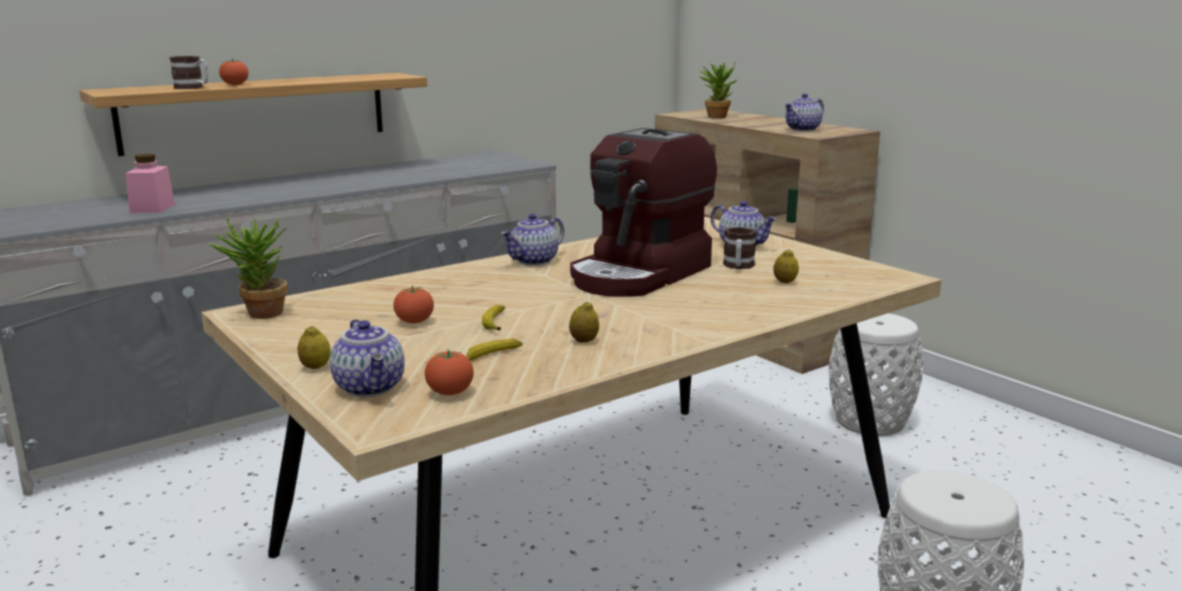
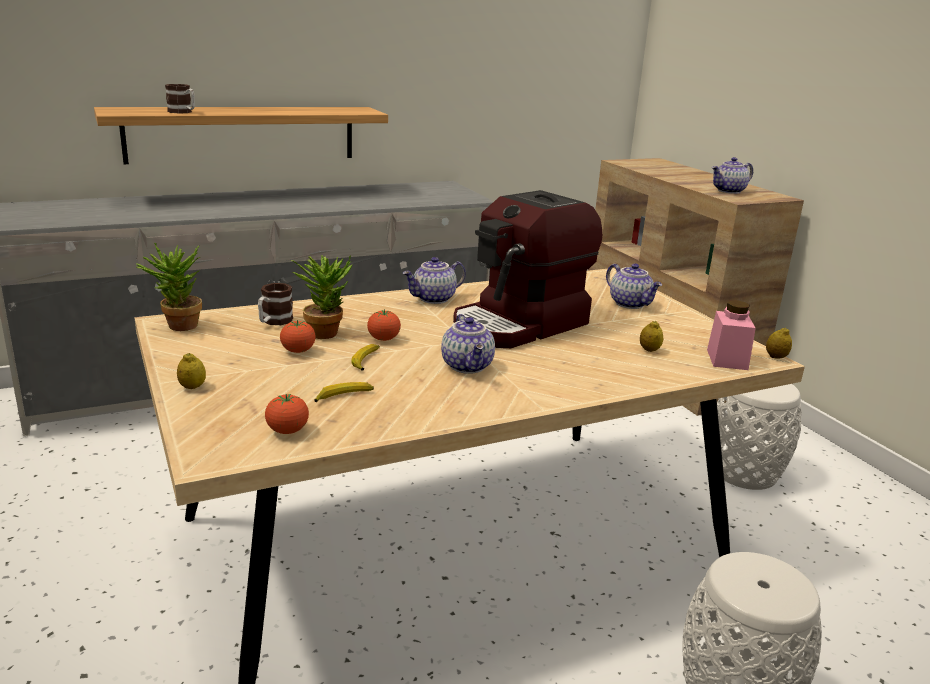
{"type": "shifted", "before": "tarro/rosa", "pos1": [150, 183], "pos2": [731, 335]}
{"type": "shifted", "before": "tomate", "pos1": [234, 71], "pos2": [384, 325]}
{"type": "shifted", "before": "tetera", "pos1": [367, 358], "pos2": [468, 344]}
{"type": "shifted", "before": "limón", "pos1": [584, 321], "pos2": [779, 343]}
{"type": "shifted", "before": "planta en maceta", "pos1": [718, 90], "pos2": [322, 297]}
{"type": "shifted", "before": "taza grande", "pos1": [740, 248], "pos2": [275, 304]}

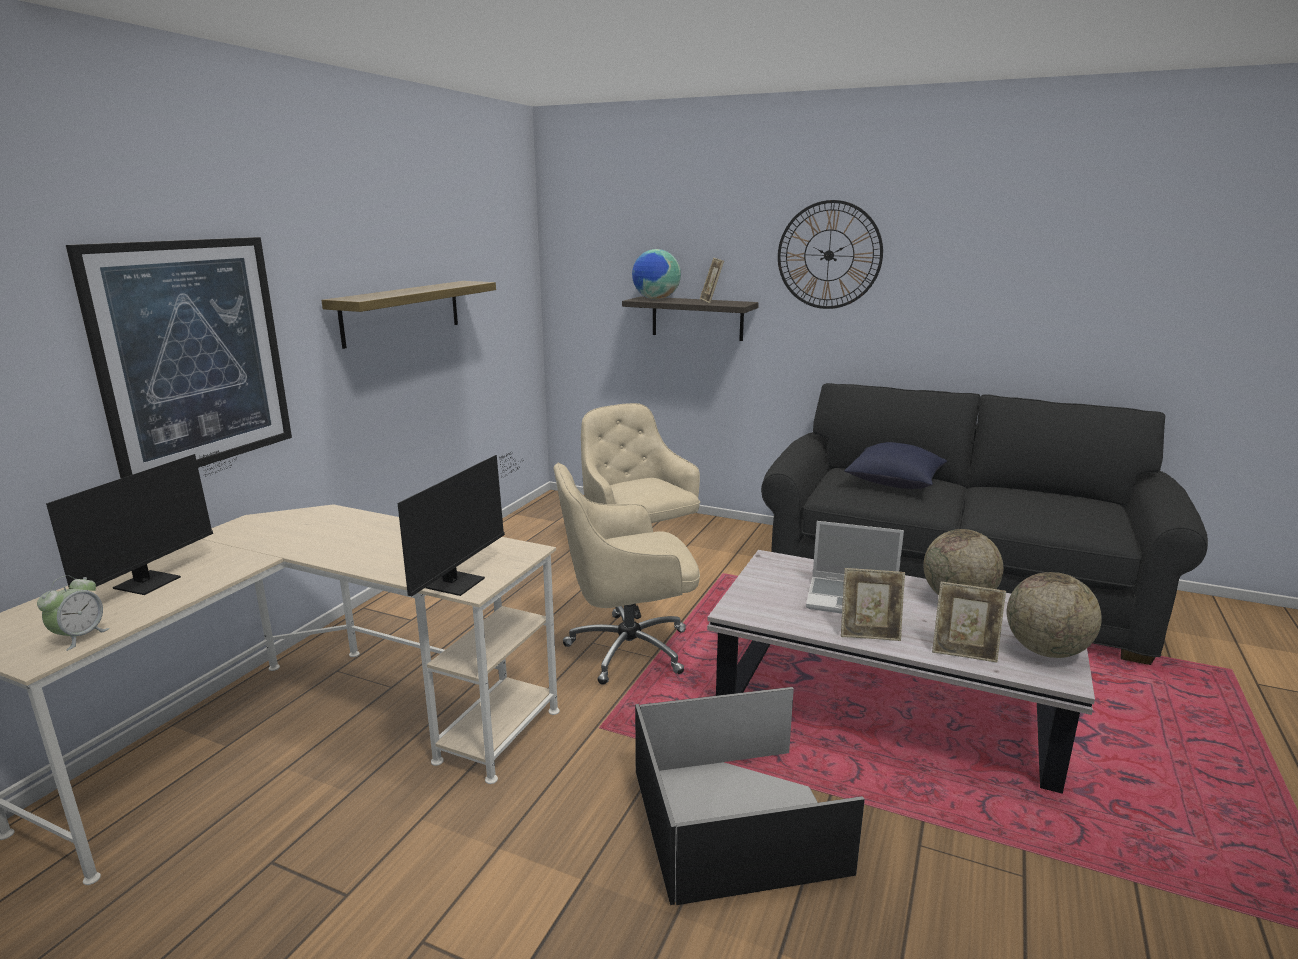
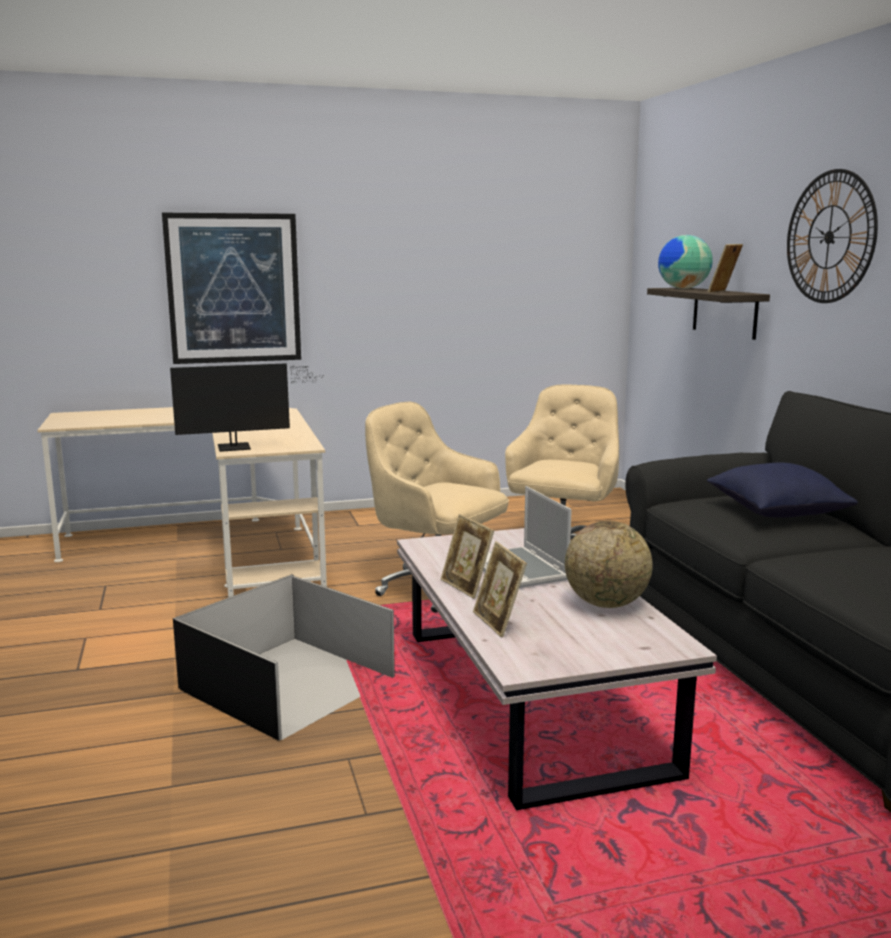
{"type": "gone", "before": "despertador", "pos1": [73, 613]}
{"type": "gone", "before": "monitor", "pos1": [141, 523]}
{"type": "gone", "before": "estante", "pos1": [408, 315]}
{"type": "gone", "before": "globo terráqueo", "pos1": [1054, 615]}

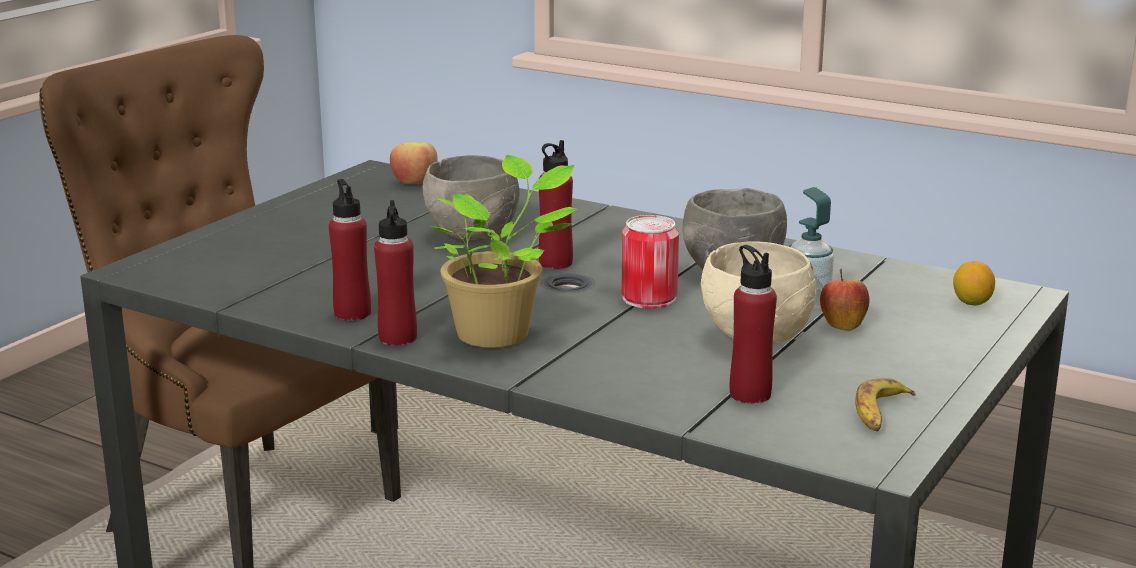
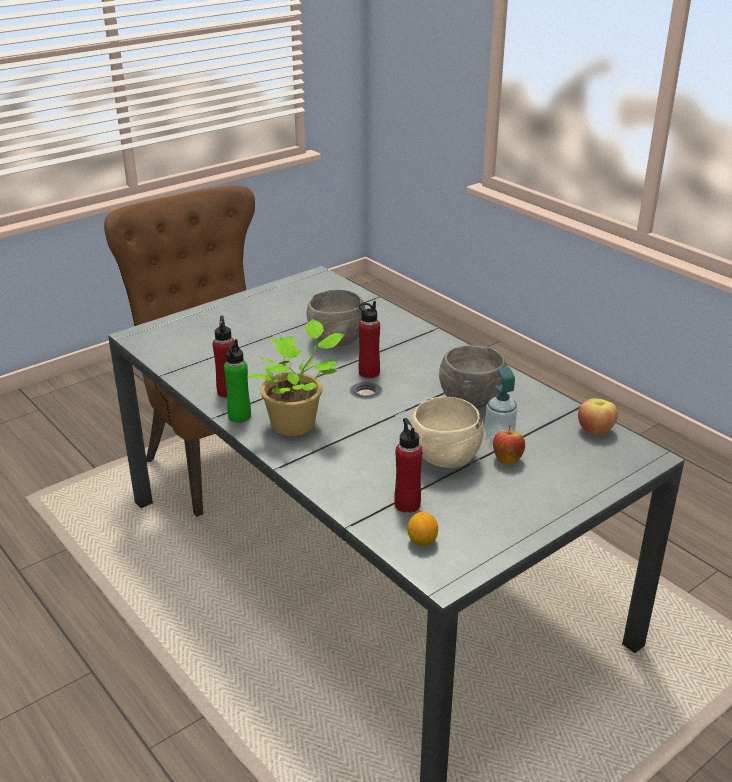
{"type": "gone", "before": "lata", "pos1": [650, 261]}
{"type": "gone", "before": "plátano", "pos1": [885, 405]}
{"type": "shifted", "before": "manzana", "pos1": [414, 163], "pos2": [598, 416]}
{"type": "shifted", "before": "limón", "pos1": [974, 283], "pos2": [422, 529]}
{"type": "repainted", "before": "botella/rojo", "after": "botella/verde", "pos1": [395, 273], "pos2": [237, 381]}

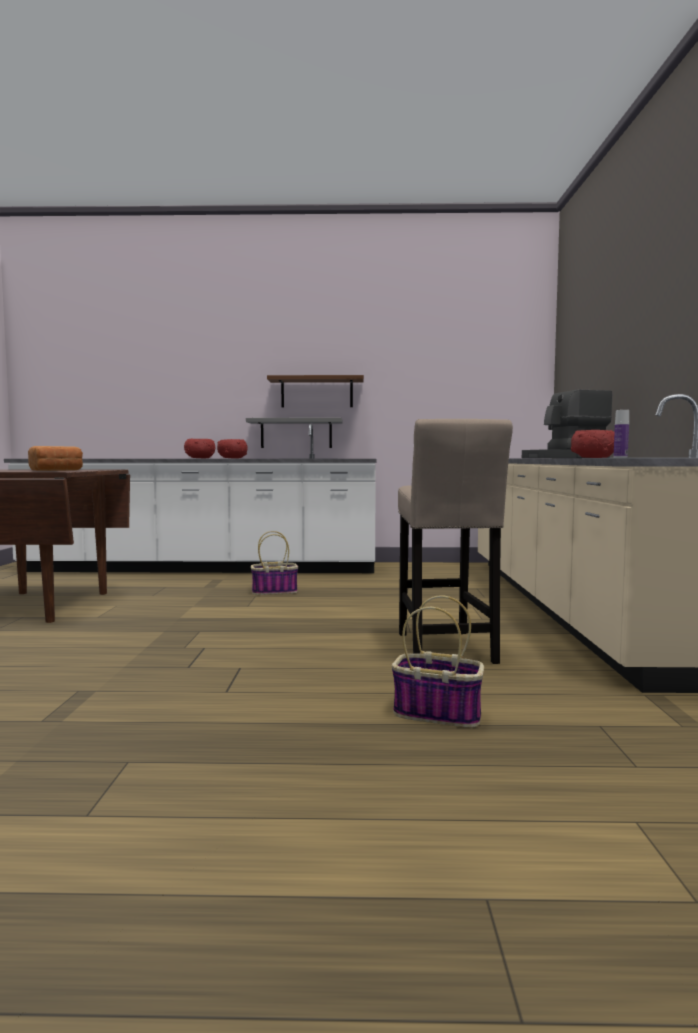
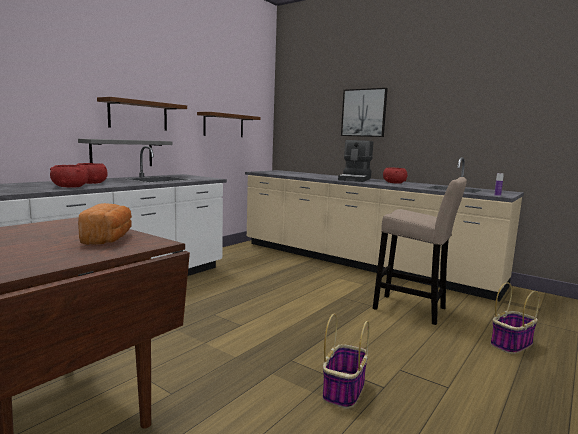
{"type": "new", "after": "estante/marrón", "pos2": [229, 124]}
{"type": "new", "after": "cuadro", "pos2": [364, 112]}
{"type": "shifted", "before": "cesta", "pos1": [274, 563], "pos2": [346, 361]}

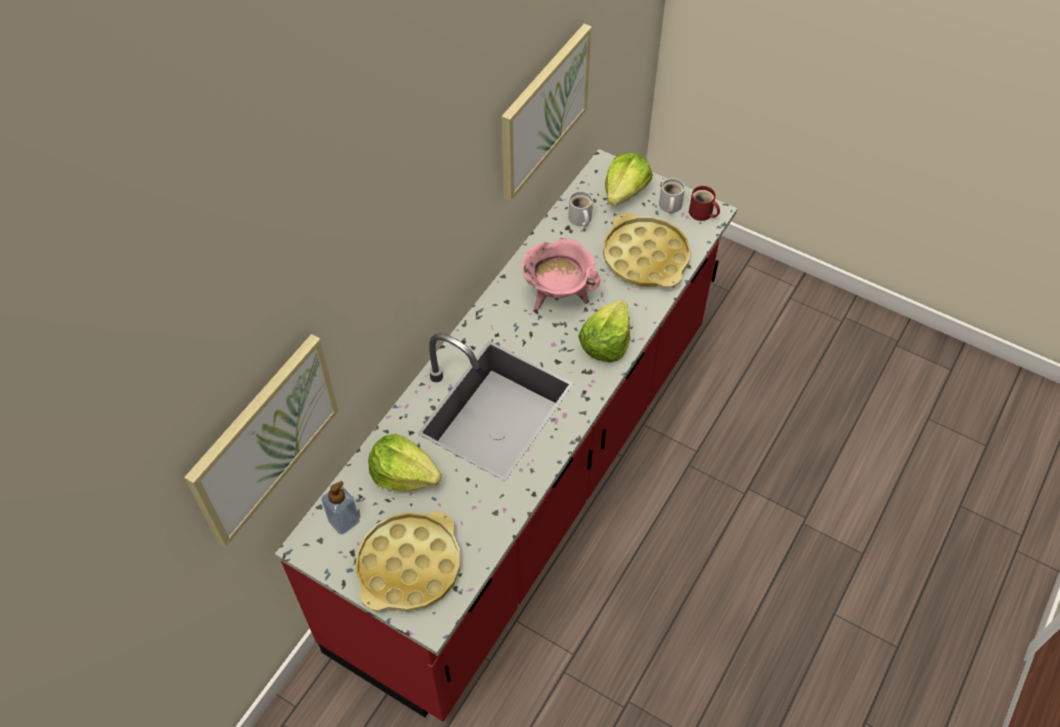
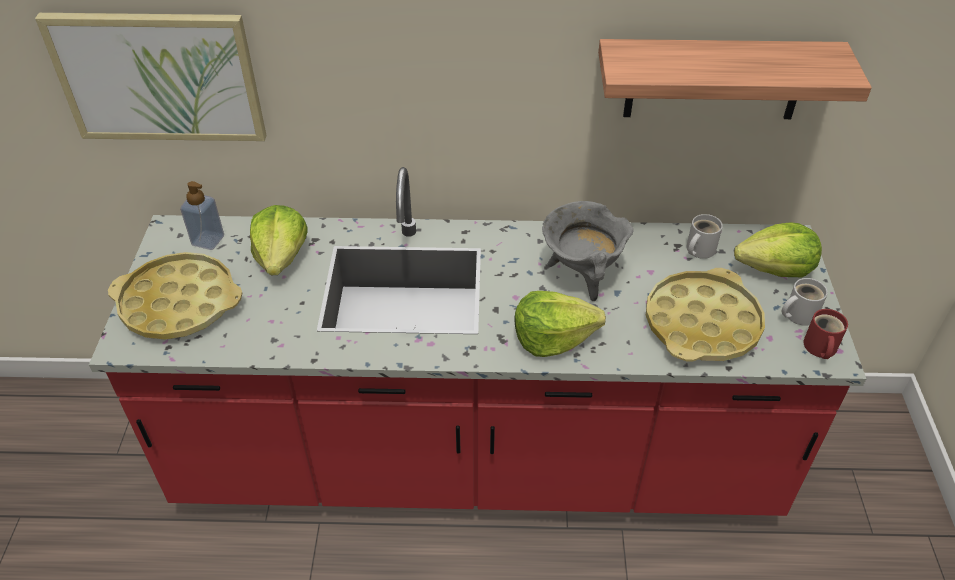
{"type": "swapped", "before": "cuadro", "after": "estante", "pos1": [546, 112], "pos2": [735, 79]}
{"type": "repainted", "before": "olla/rosa", "after": "olla/gris", "pos1": [561, 274], "pos2": [588, 251]}

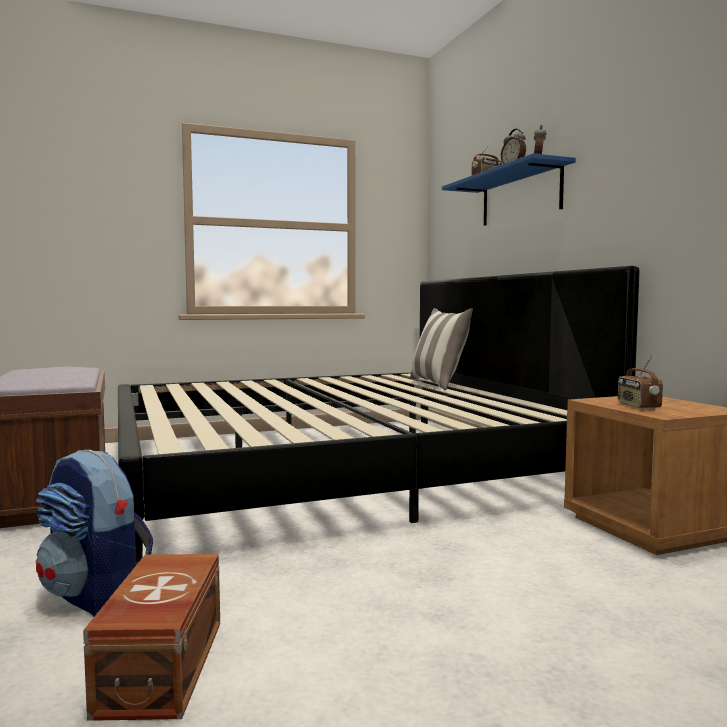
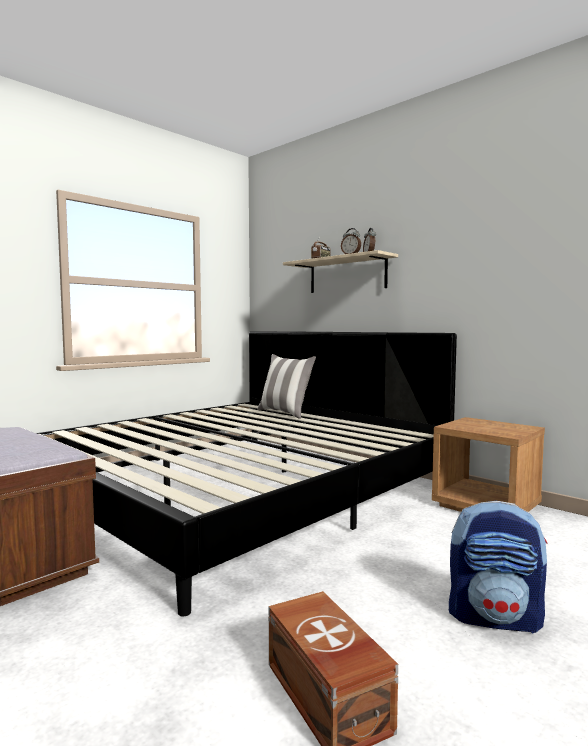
{"type": "gone", "before": "radio", "pos1": [640, 381]}
{"type": "shifted", "before": "mochila", "pos1": [94, 533], "pos2": [498, 567]}
{"type": "repainted", "before": "estante/azul", "after": "estante/beis", "pos1": [509, 189], "pos2": [340, 271]}

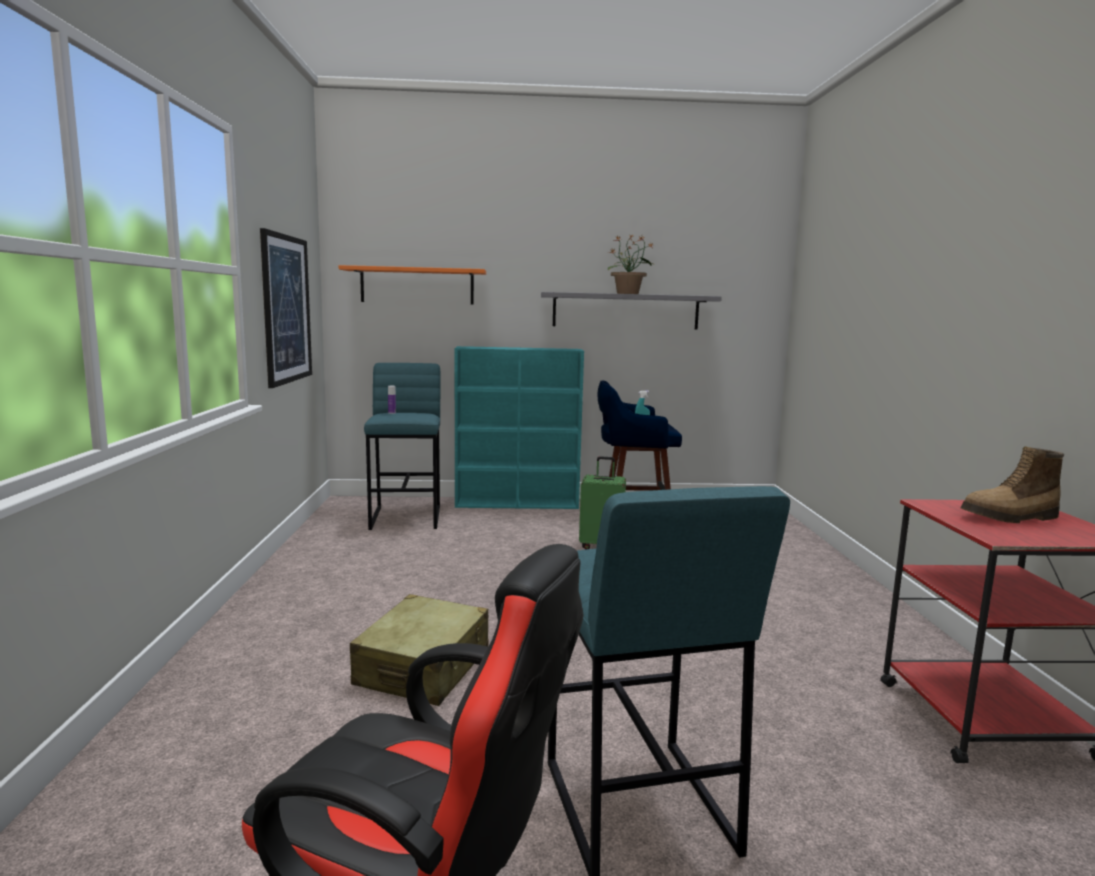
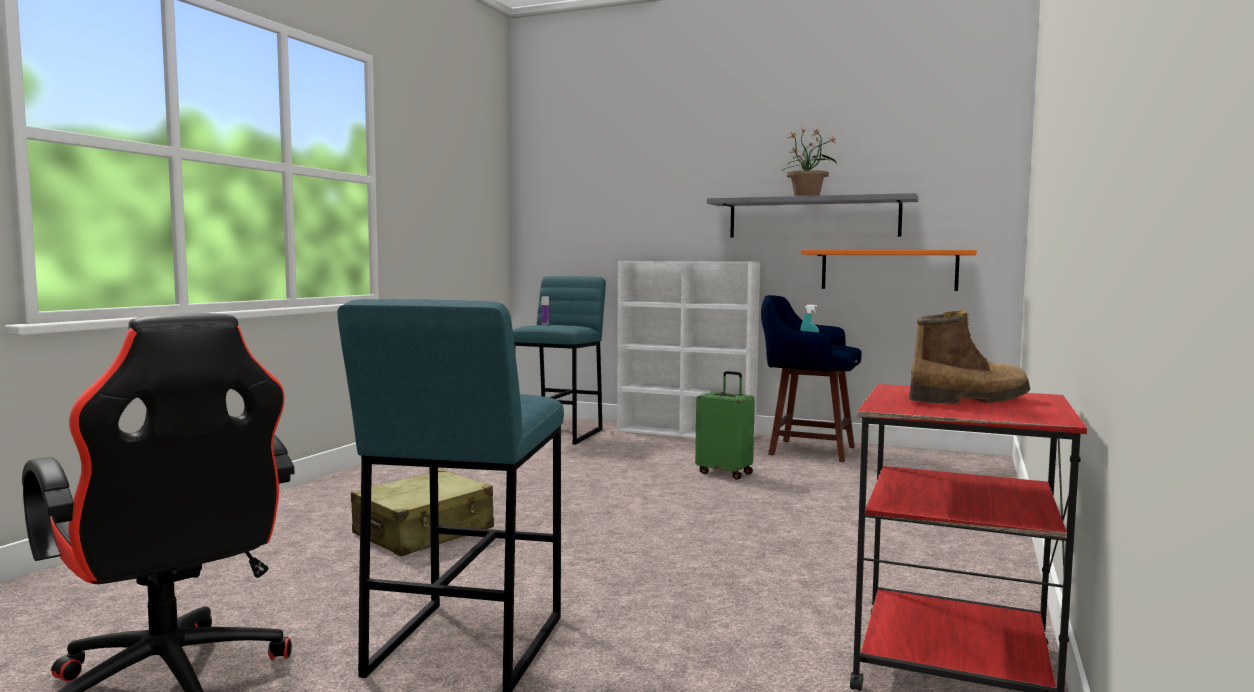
{"type": "gone", "before": "cuadro", "pos1": [286, 308]}
{"type": "shifted", "before": "estante/naranja", "pos1": [412, 285], "pos2": [889, 270]}
{"type": "repainted", "before": "estantería/turquesa", "after": "estantería/blanco", "pos1": [519, 427], "pos2": [688, 349]}
{"type": "rotated", "before": "bota", "pos1": [1012, 485], "pos2": [969, 357], "turn": 150}

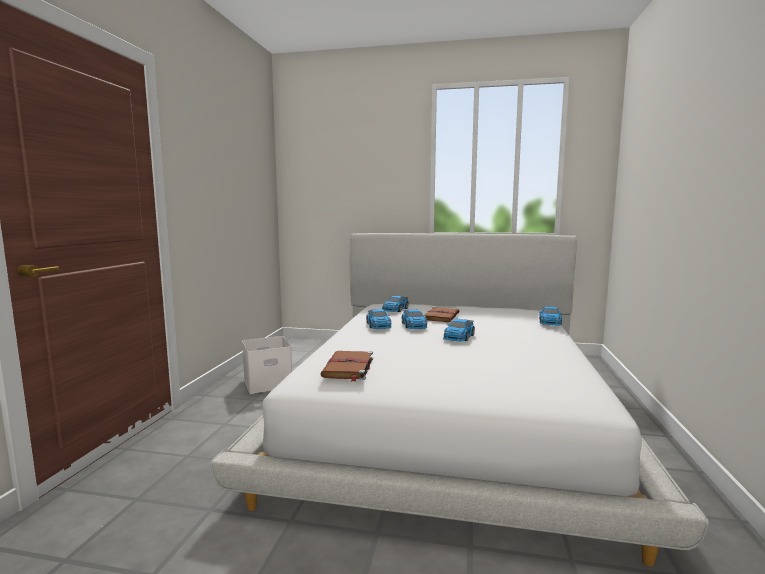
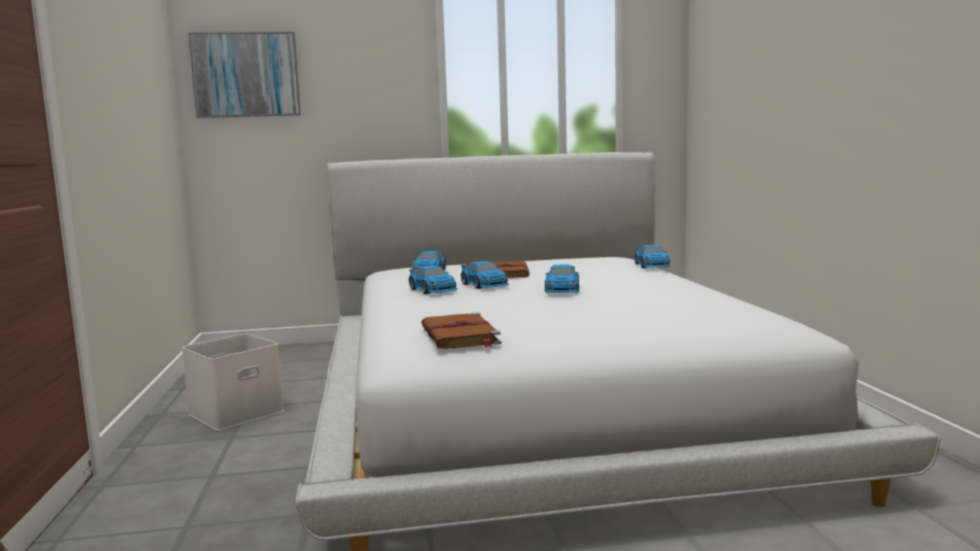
{"type": "new", "after": "cuadro", "pos2": [244, 75]}

